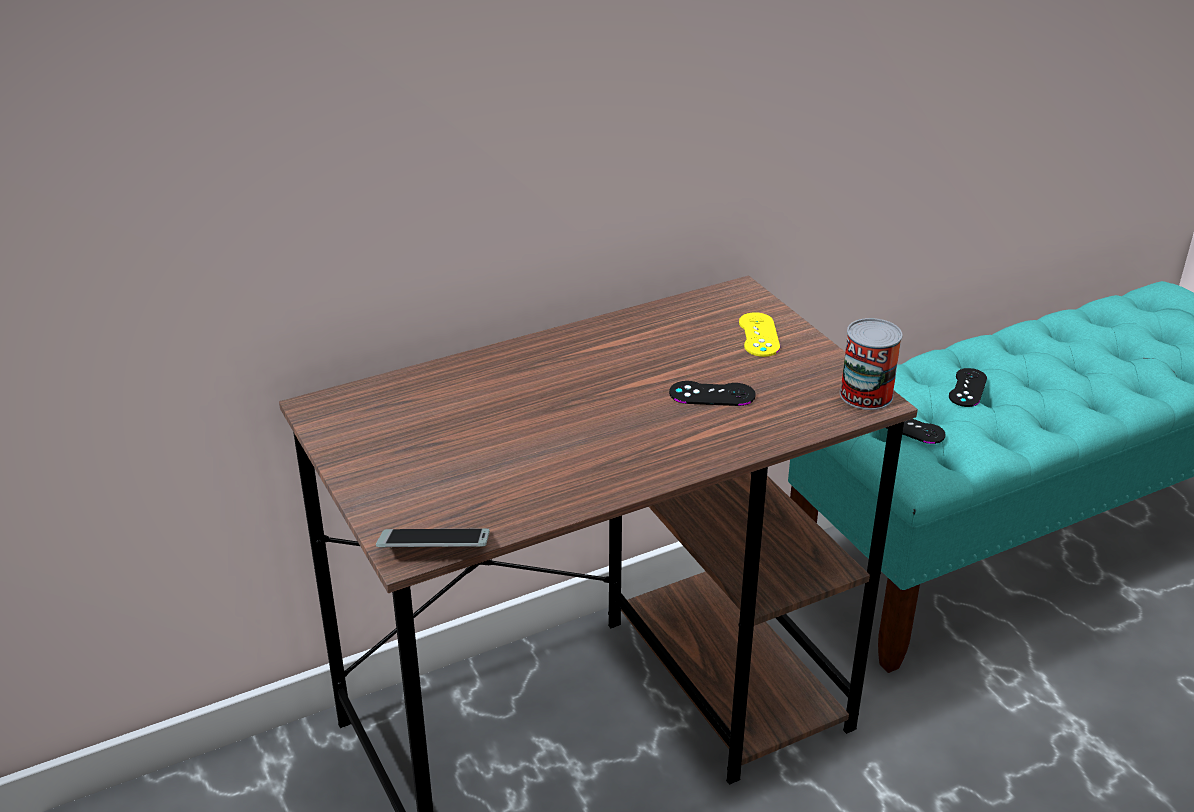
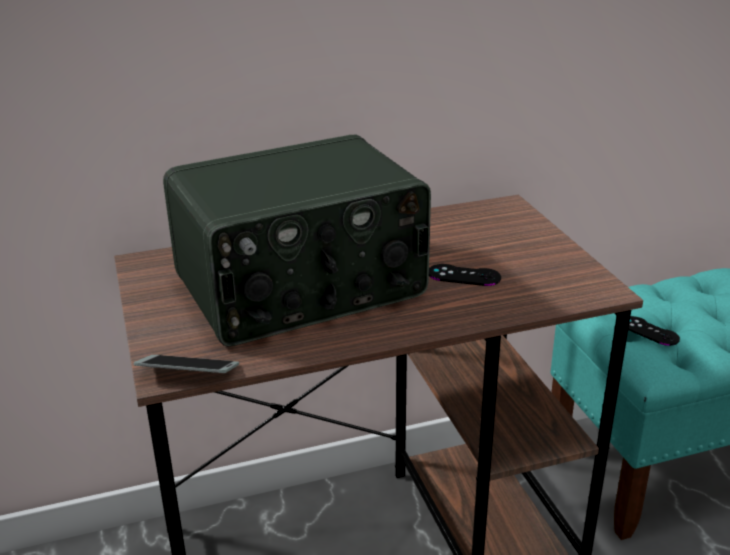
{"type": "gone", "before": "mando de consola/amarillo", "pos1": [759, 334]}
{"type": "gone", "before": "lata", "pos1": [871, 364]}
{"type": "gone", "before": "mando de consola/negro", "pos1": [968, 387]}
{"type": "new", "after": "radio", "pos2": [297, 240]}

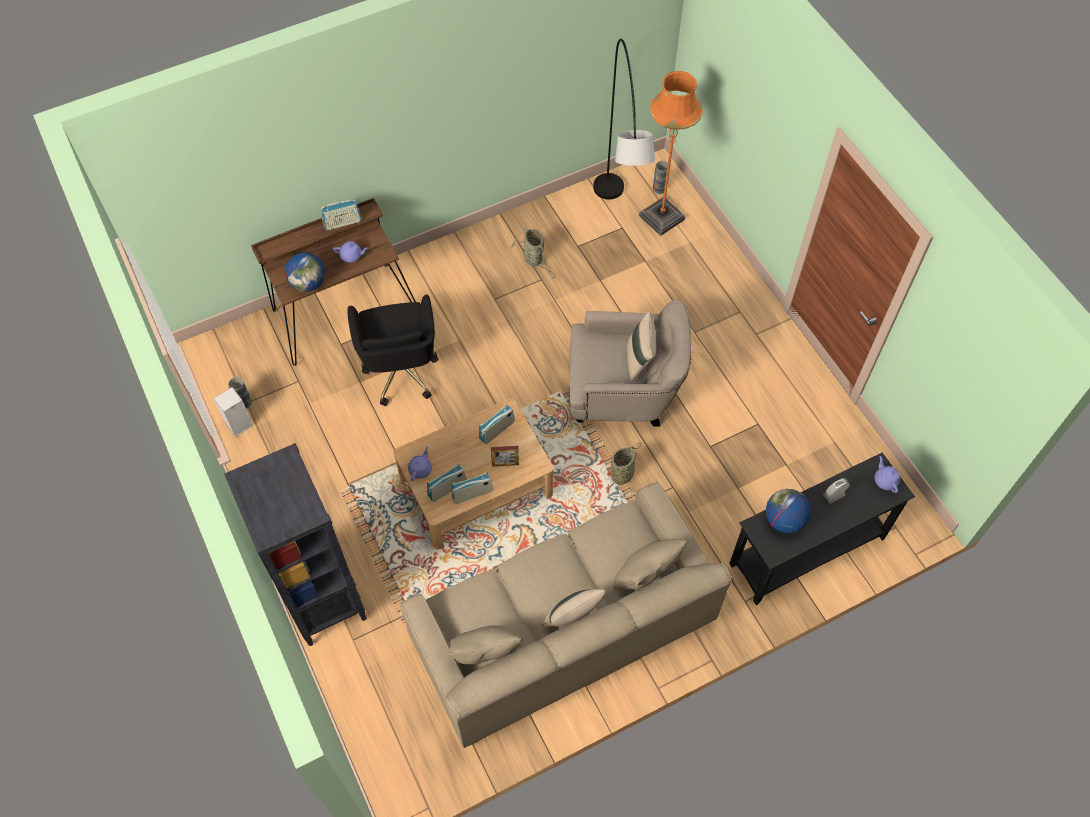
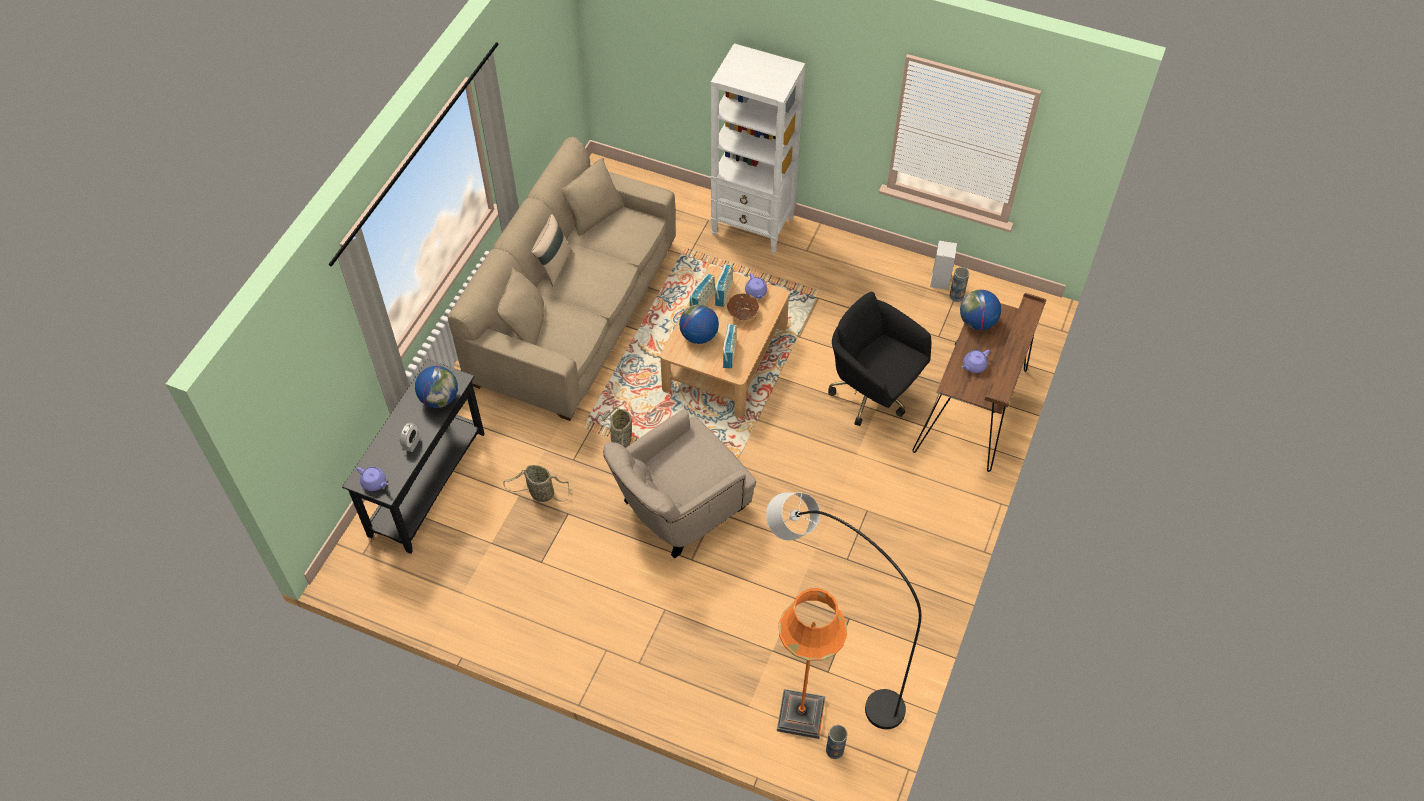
{"type": "gone", "before": "radio", "pos1": [341, 214]}
{"type": "gone", "before": "cojín/beis", "pos1": [641, 346]}
{"type": "new", "after": "cuenco/marrón", "pos2": [743, 307]}
{"type": "shifted", "before": "cesta", "pos1": [533, 253], "pos2": [536, 483]}
{"type": "swapped", "before": "portarretratos", "after": "globo terráqueo", "pos1": [505, 456], "pos2": [699, 324]}
{"type": "repainted", "before": "estantería/negro", "after": "estantería/blanco", "pos1": [295, 544], "pos2": [758, 149]}

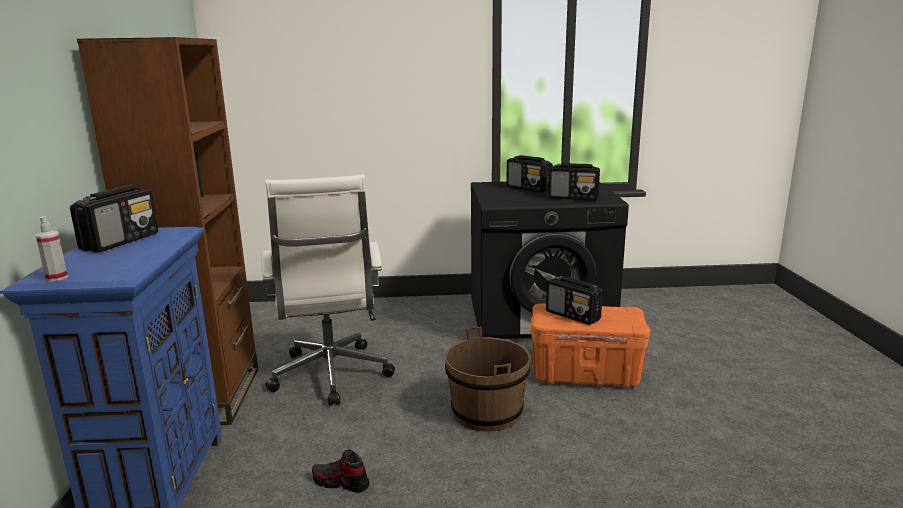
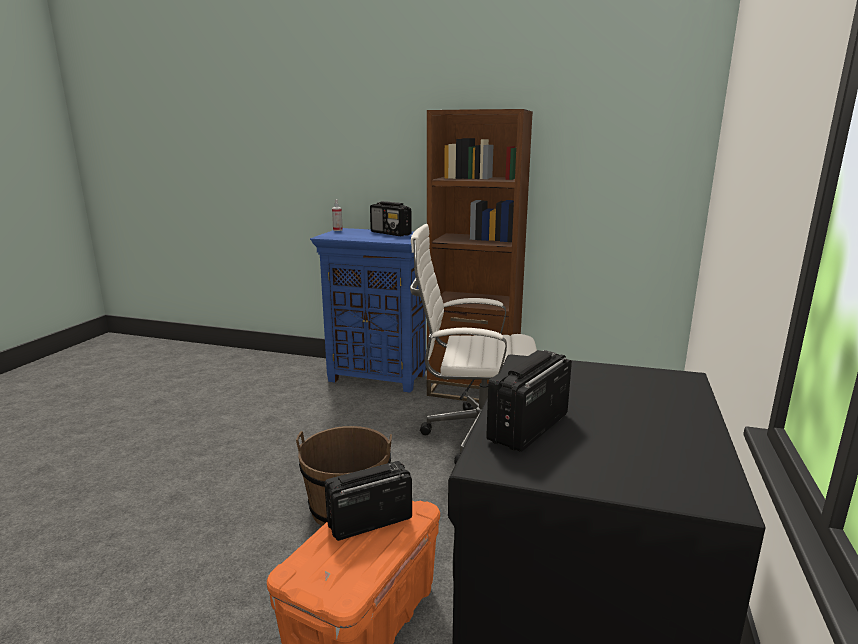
{"type": "gone", "before": "zapato", "pos1": [340, 471]}
{"type": "gone", "before": "radio", "pos1": [529, 174]}

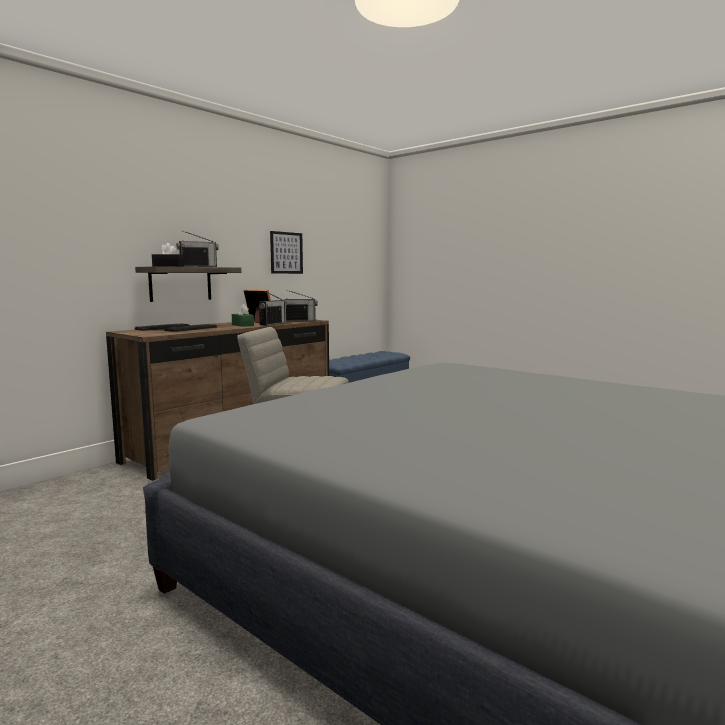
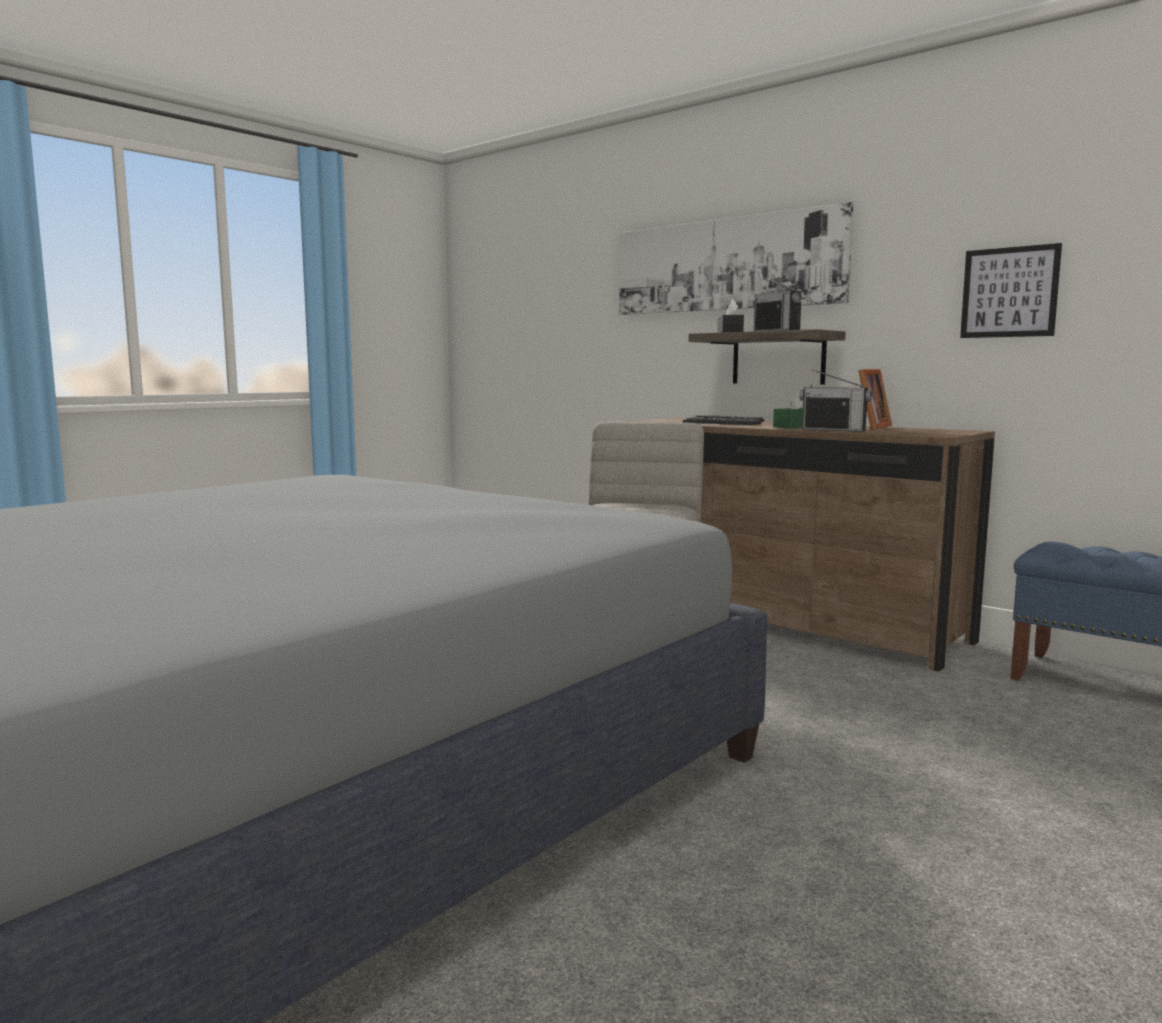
{"type": "gone", "before": "radio", "pos1": [301, 305]}
{"type": "new", "after": "cuadro", "pos2": [736, 258]}

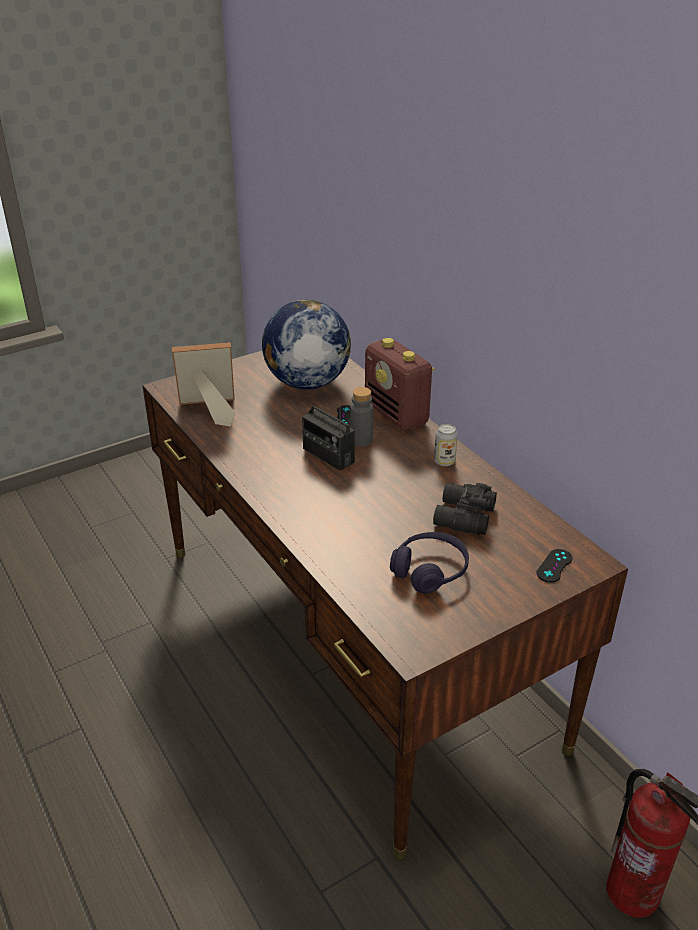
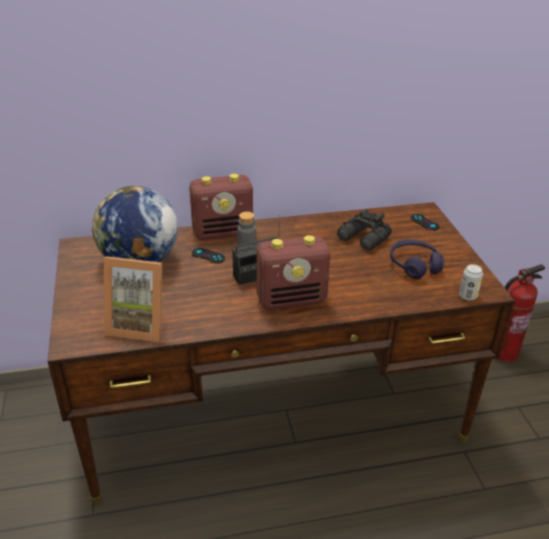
{"type": "new", "after": "radio", "pos2": [293, 272]}
{"type": "shifted", "before": "lata", "pos1": [446, 445], "pos2": [471, 282]}
{"type": "rotated", "before": "portarretratos", "pos1": [203, 384], "pos2": [133, 299], "turn": -90}

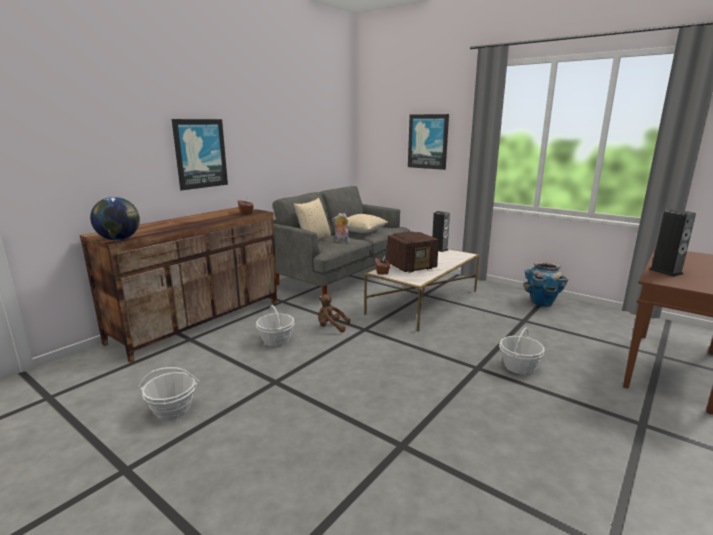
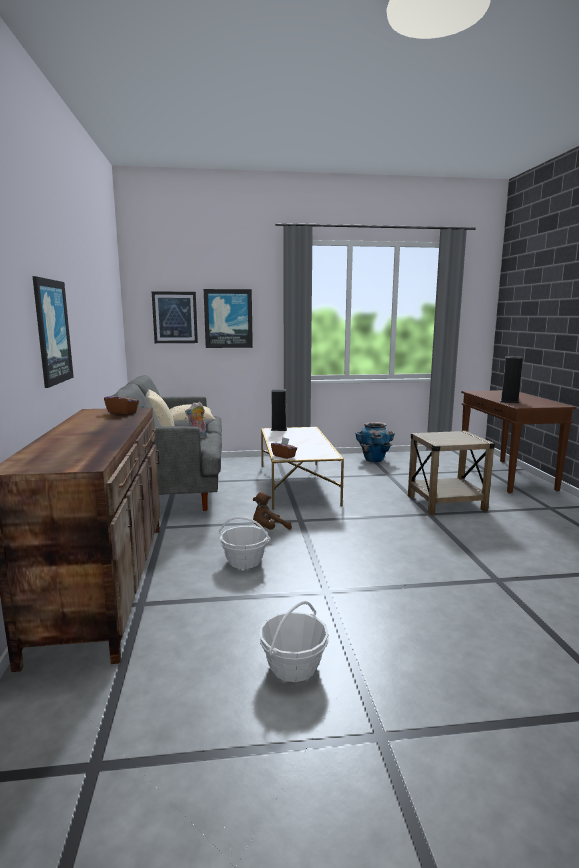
{"type": "gone", "before": "globo terráqueo", "pos1": [115, 218]}
{"type": "gone", "before": "radio", "pos1": [413, 252]}
{"type": "new", "after": "cuadro", "pos2": [175, 317]}
{"type": "swapped", "before": "cesta", "after": "mesa auxiliar/beis", "pos1": [521, 350], "pos2": [451, 473]}

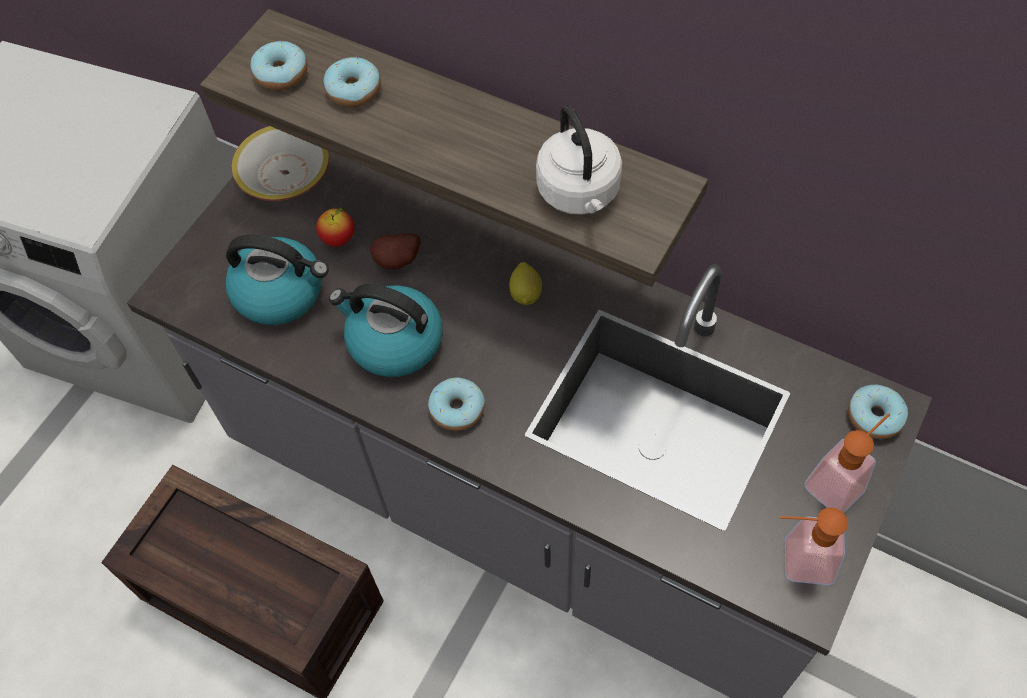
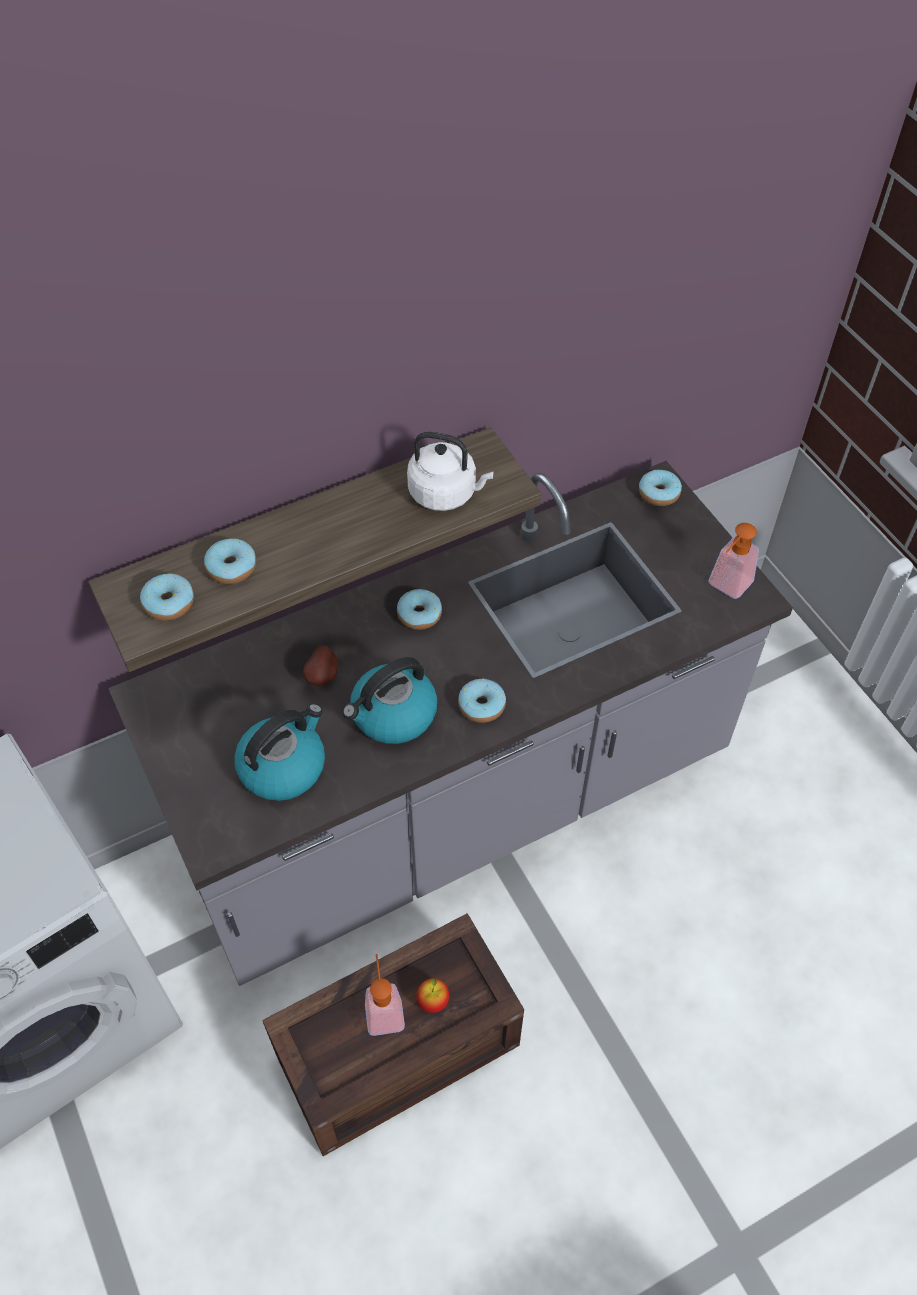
{"type": "gone", "before": "cuenco", "pos1": [281, 163]}
{"type": "shifted", "before": "manzana", "pos1": [335, 227], "pos2": [432, 995]}
{"type": "shifted", "before": "dispensador de jabón", "pos1": [847, 463], "pos2": [385, 995]}
{"type": "swapped", "before": "limón", "after": "rosquilla", "pos1": [525, 283], "pos2": [419, 609]}

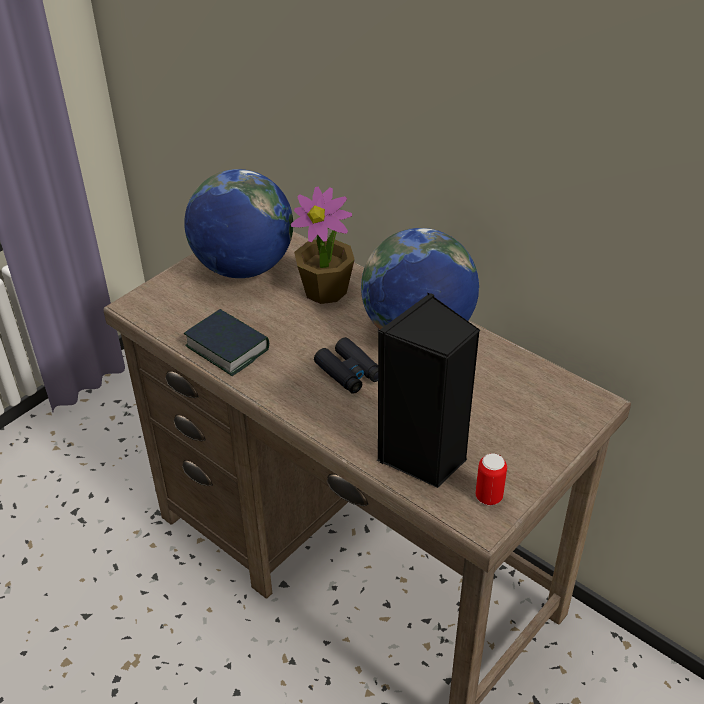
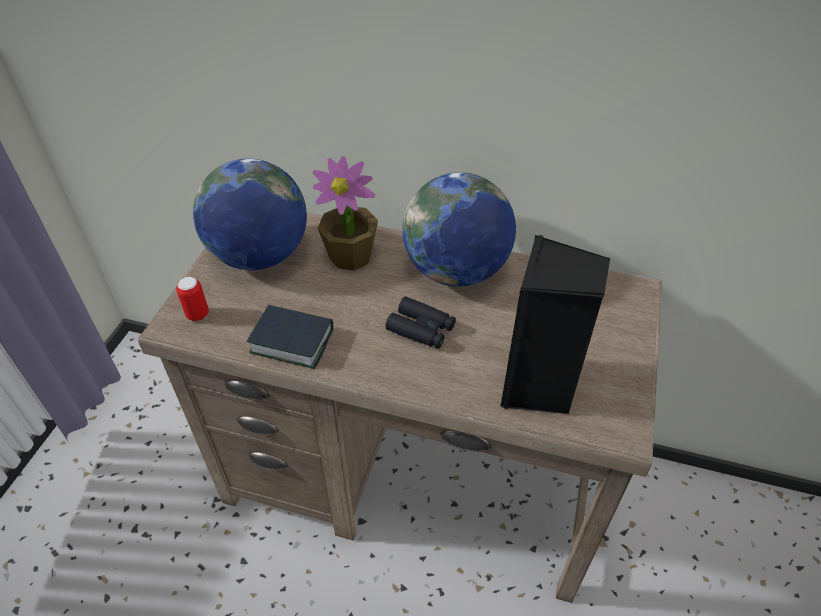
{"type": "shifted", "before": "lata", "pos1": [491, 479], "pos2": [192, 299]}

